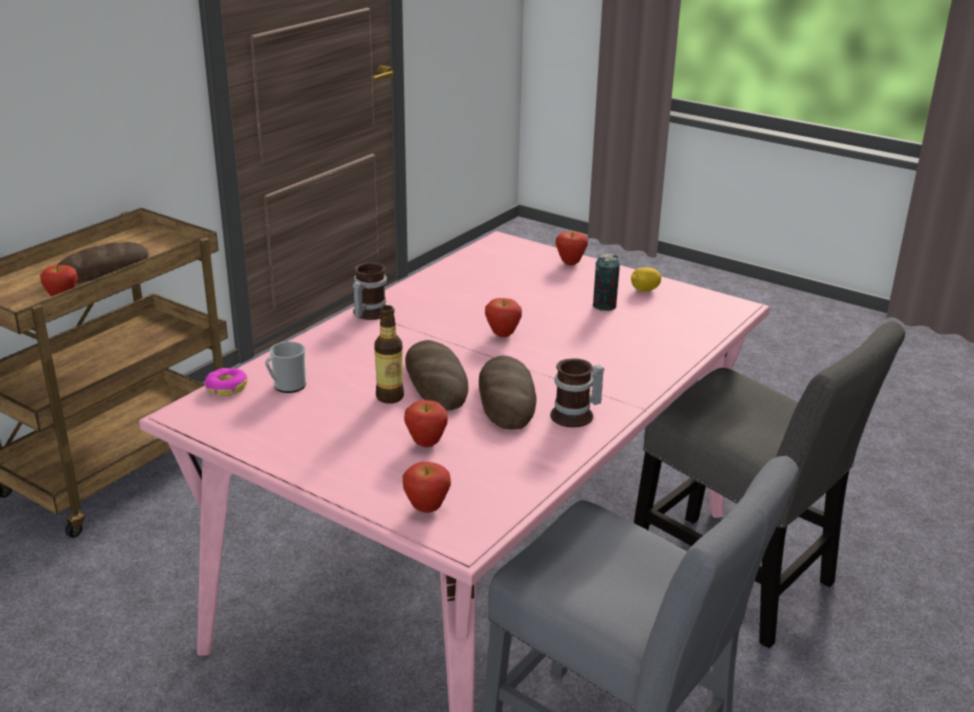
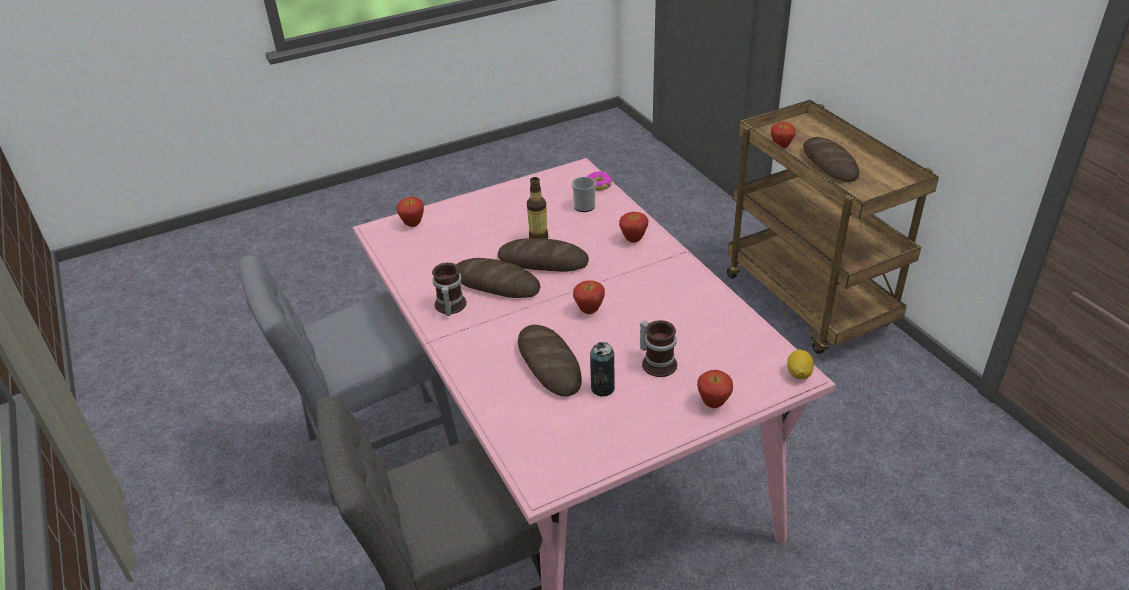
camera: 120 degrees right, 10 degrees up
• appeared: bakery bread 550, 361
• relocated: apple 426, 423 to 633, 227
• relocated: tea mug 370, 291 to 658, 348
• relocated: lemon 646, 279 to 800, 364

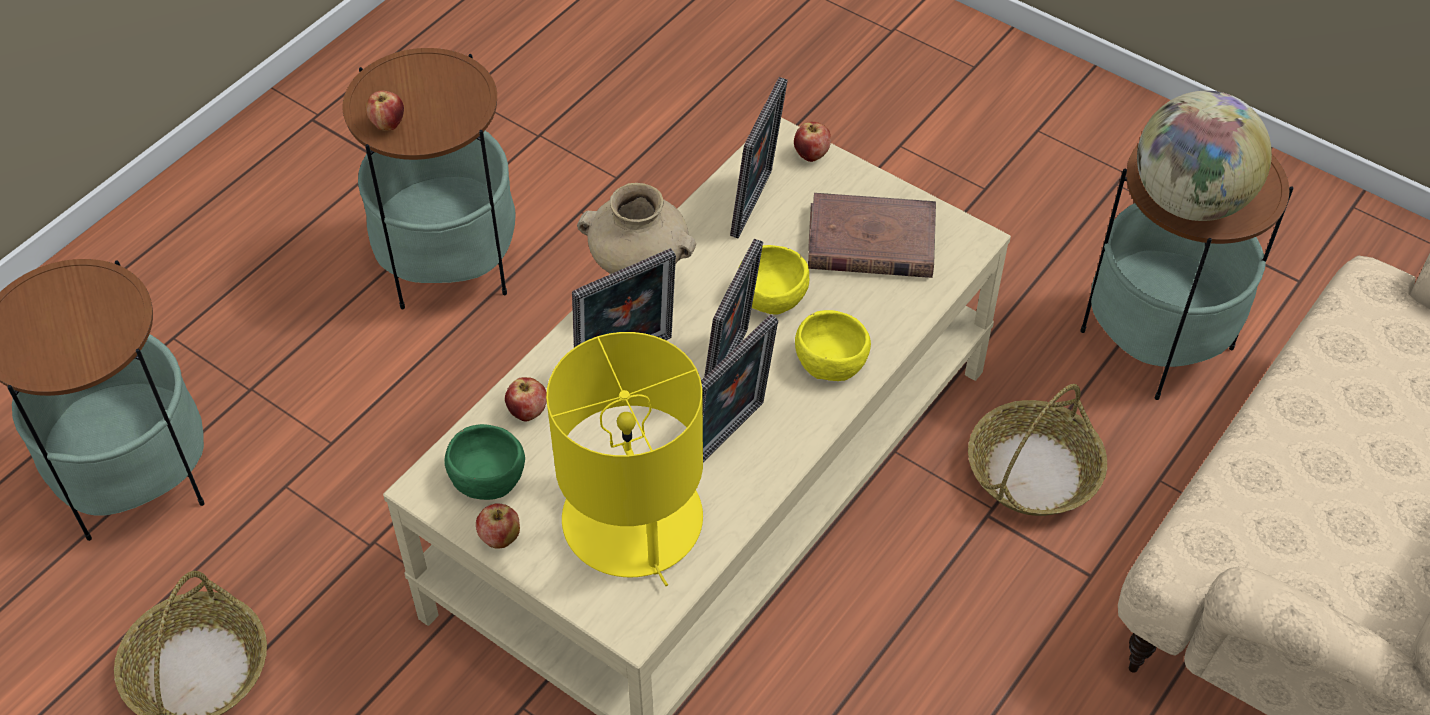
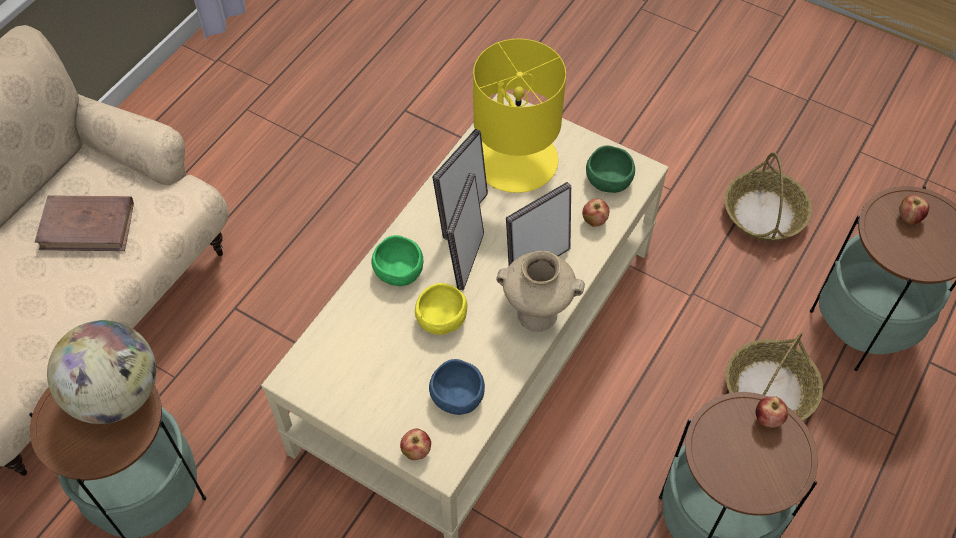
camera: 175 degrees right, 5 degrees up
• relocated: volume (brownish) 872, 235 to 84, 223
• colour: bowl (yellow-coloured) 833, 345 to bowl (green) 397, 260
• exchanged: photo frame 759, 157 to bowl (blue) 457, 387
• relocated: household basket 1037, 450 to 774, 376
• relocated: apple 498, 526 to 914, 209

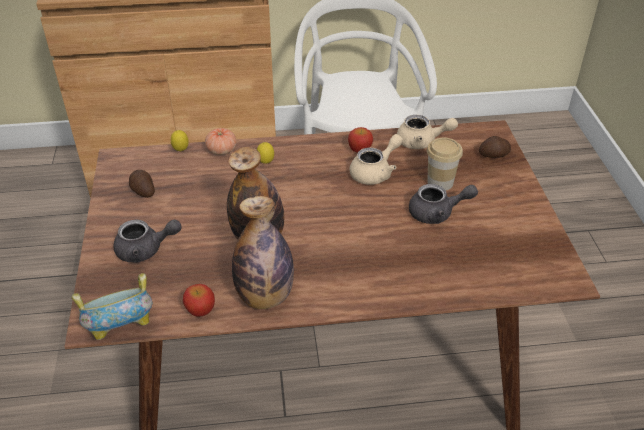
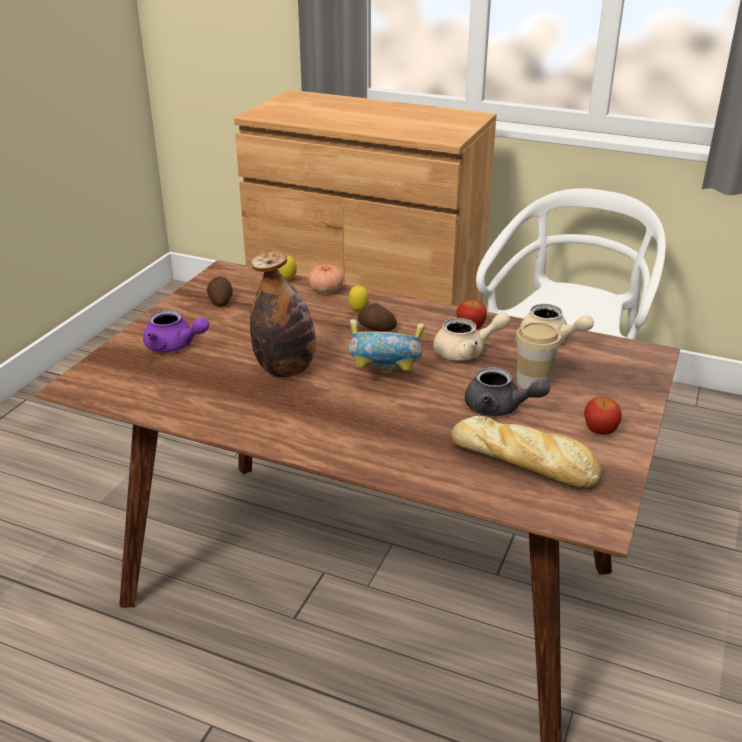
camera: 30 degrees right, 10 degrees down
• colour: tea pot (grey) 147, 241 to tea pot (purple) 176, 331
• relocated: bowl 112, 306 to 386, 346
• relocated: potato 495, 147 to 377, 318
• appeared: bakery bread 526, 452
• relocated: apple 199, 300 to 603, 416
• missing: beverage bottle 263, 252

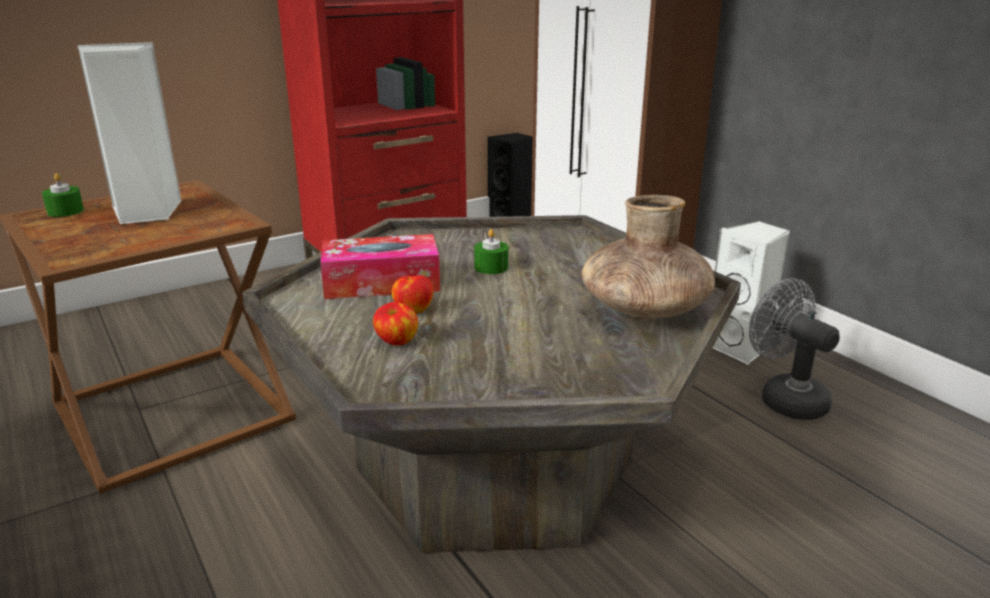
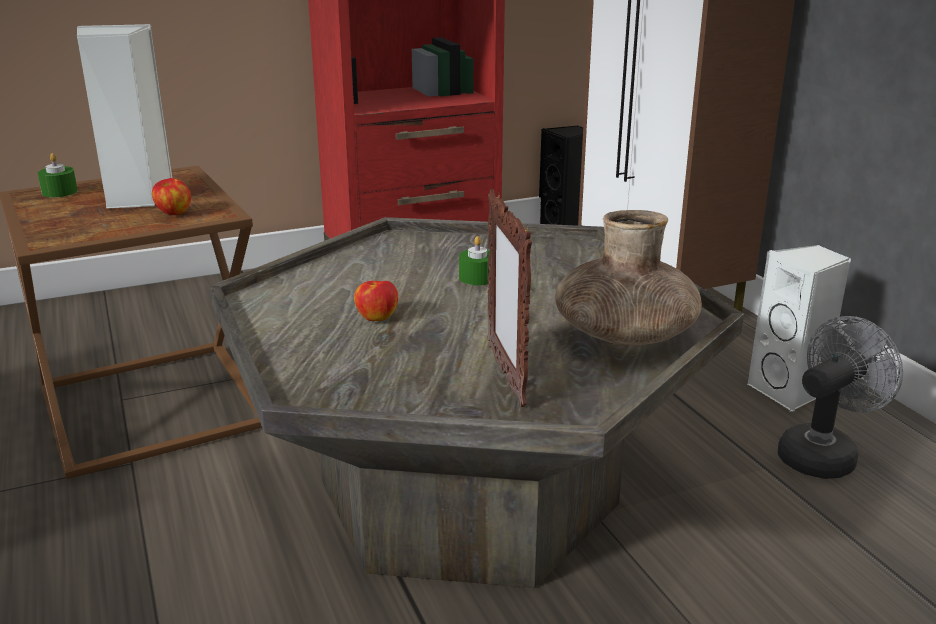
camera: 10 degrees right, 0 degrees up
• relocated: apple 395, 324 to 171, 196
• appeared: photo frame 510, 298
• spun: electric fan (grey) 794, 349 = 840, 397 75 degrees clockwise
• missing: tissue box 380, 266

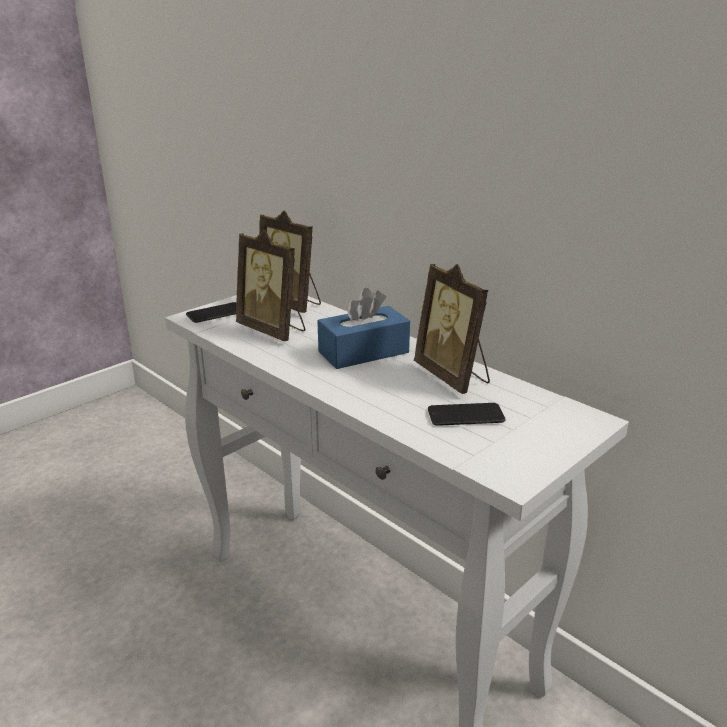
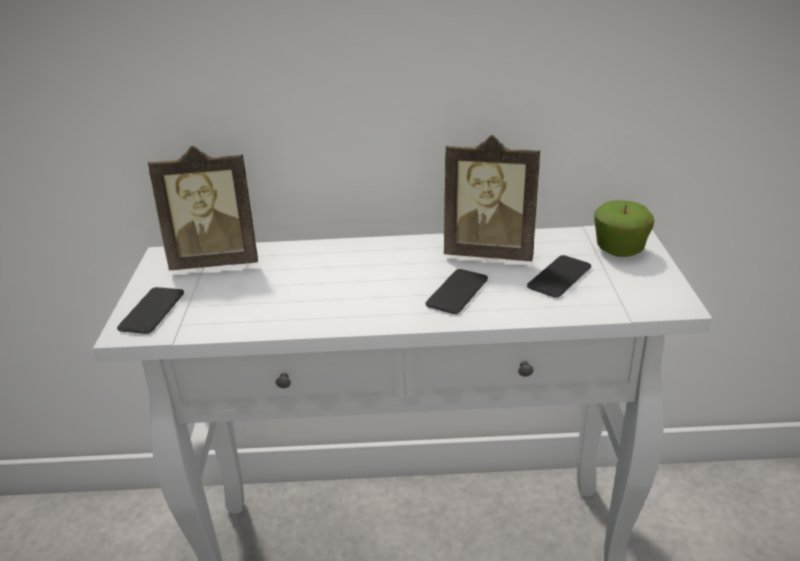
camera: 45 degrees left, 5 degrees up
• appeared: handset 456, 291
• appeared: apple 624, 228
• missing: photo frame 270, 285
• missing: tissue box (blue) 363, 328

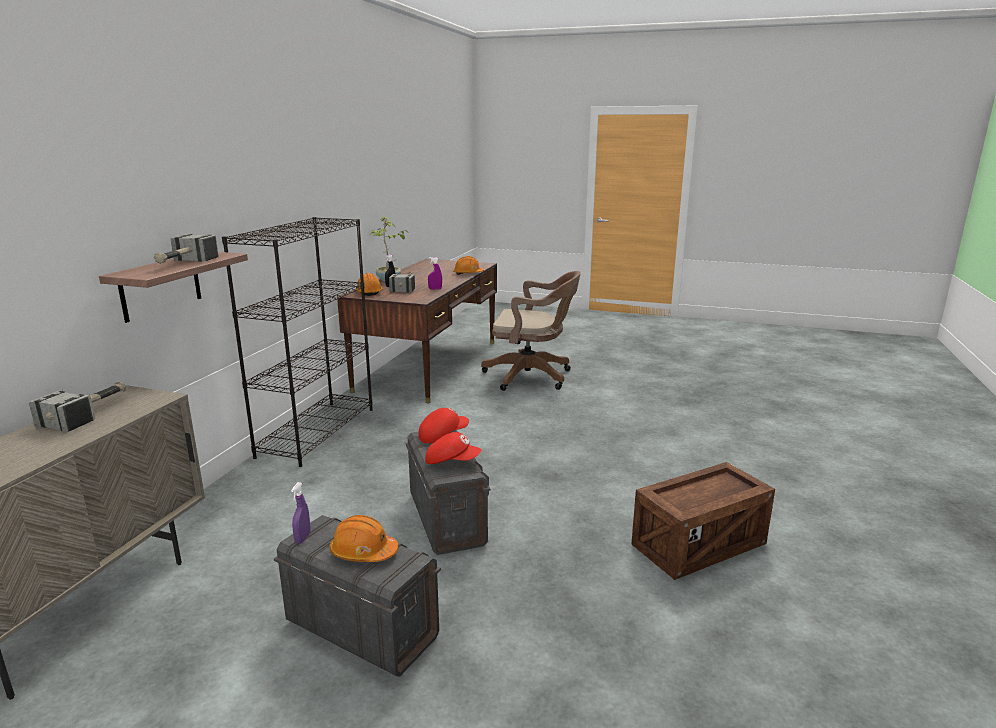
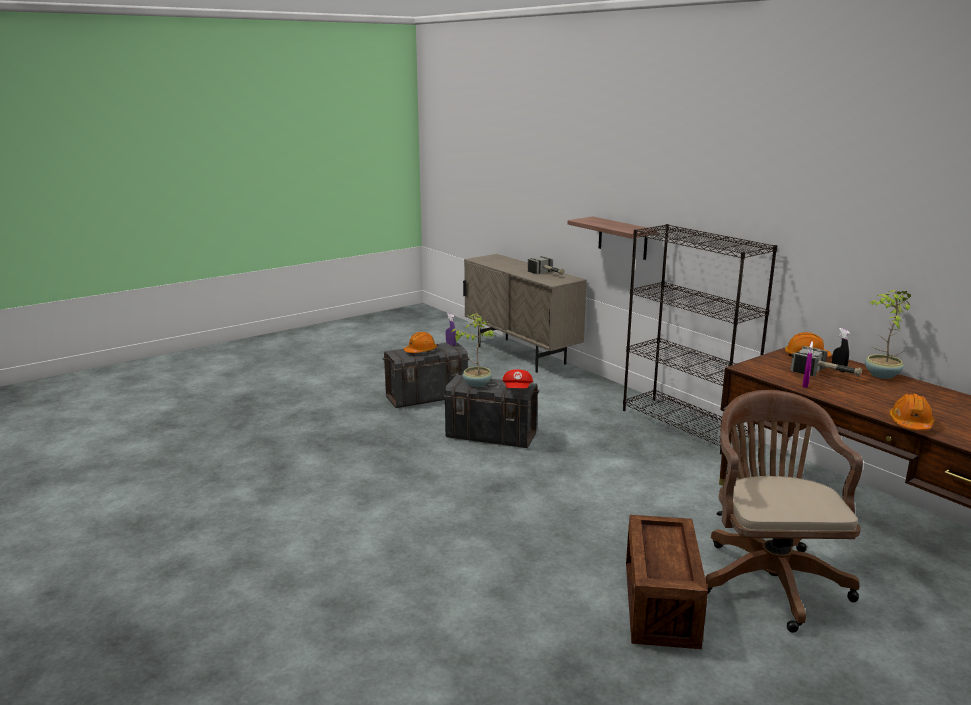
camera: 125 degrees right, 0 degrees up
• exchanged: cap (red) 453, 448 to potted plant 473, 350
• relocated: packing crate 703, 521 to 667, 582
• spun: computer chair (brownish) 531, 331 = 784, 511 135 degrees clockwise
• missing: hand hammer 186, 249

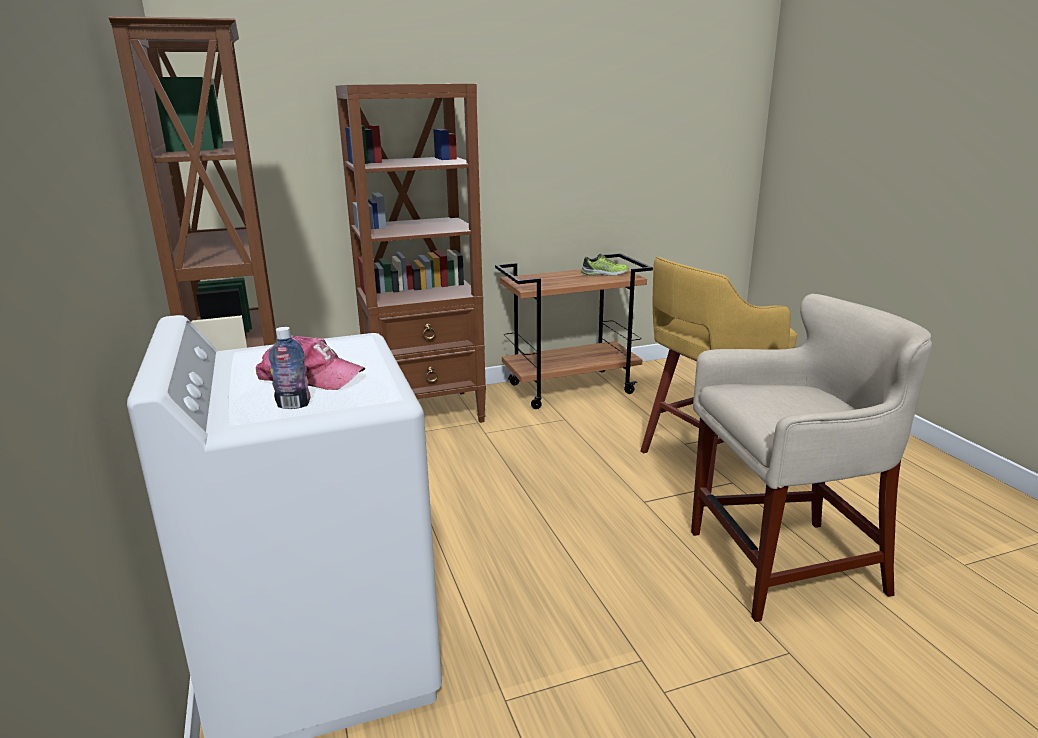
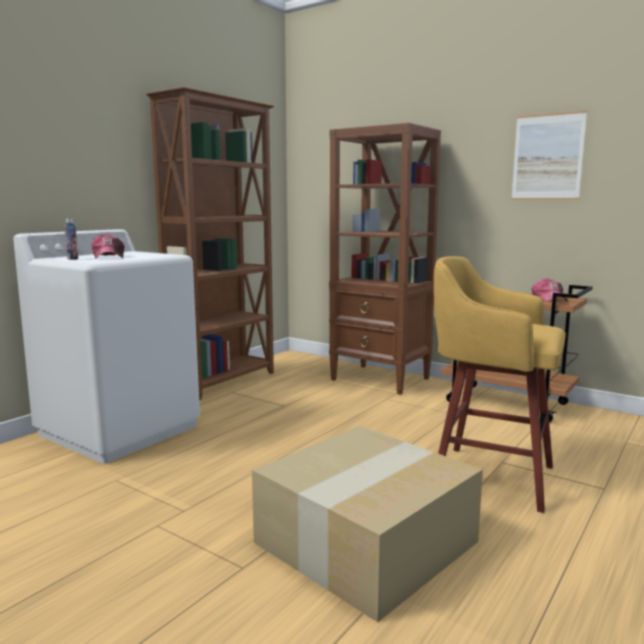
camera: 55 degrees right, 10 degrees down
• exchanged: stool seat (sand-coloured) 811, 458 to packing box 367, 524
• appeared: wall picture 549, 155
• exchanged: low shoe 604, 265 to cap 549, 290

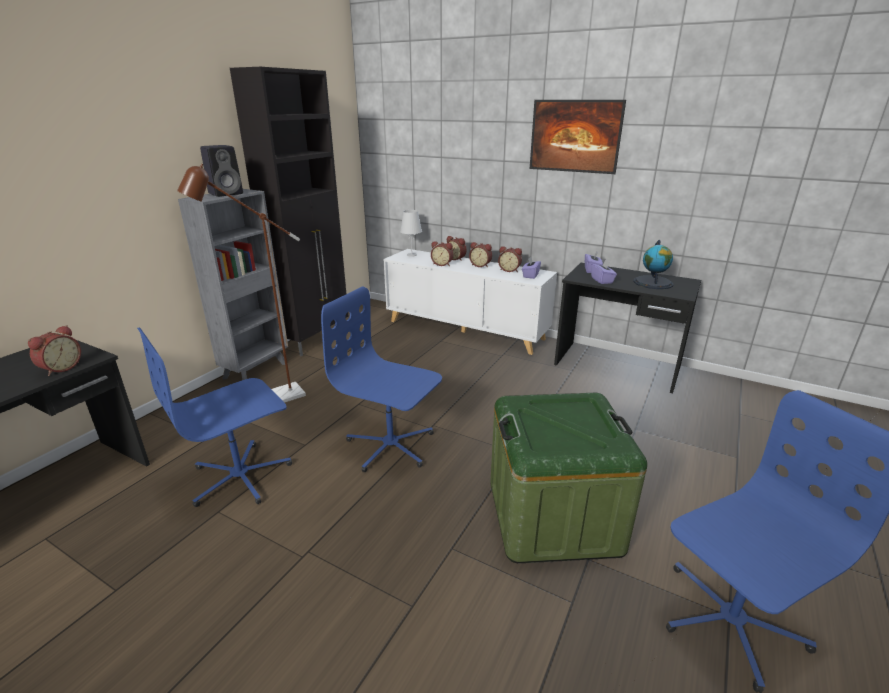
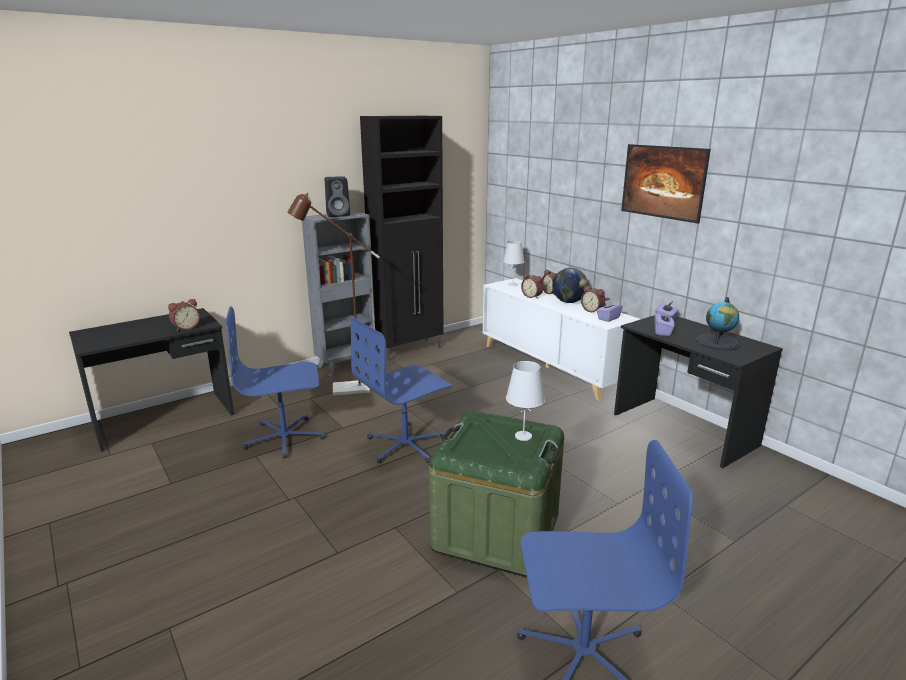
camera: 25 degrees right, 5 degrees down
• spun: computer chair (blue) 381, 379 = 401, 390 90 degrees counterclockwise
• appeared: tabletop lamp (white) 525, 401
• exchanged: alarm clock 480, 255 to globe 570, 285

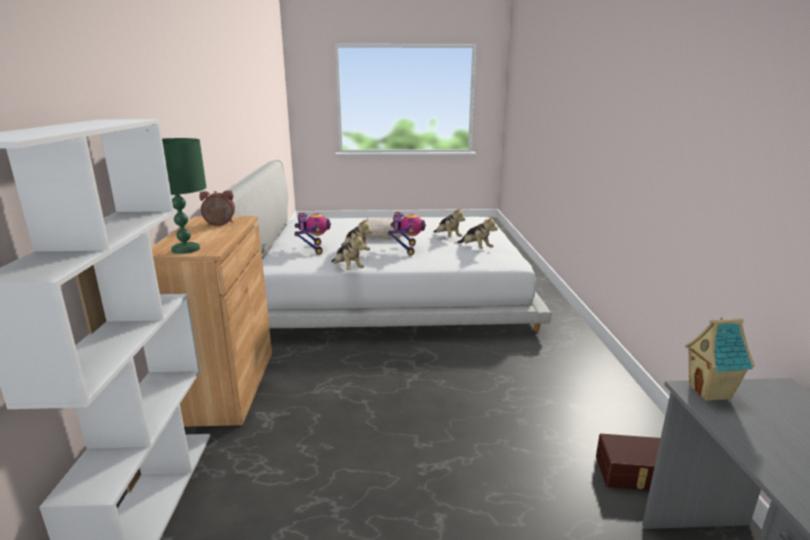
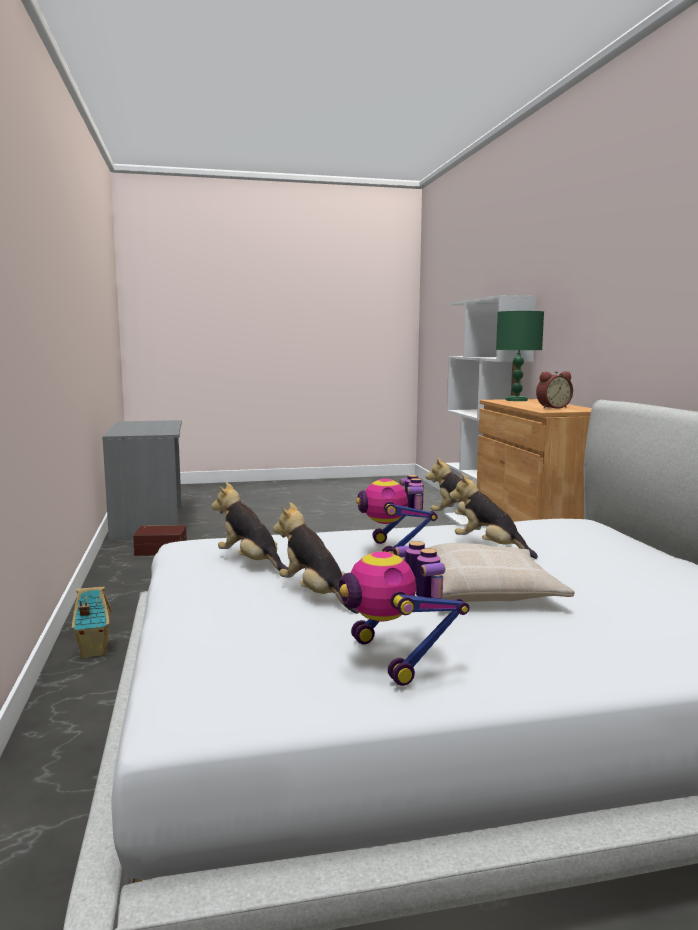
camera: 170 degrees right, 10 degrees down
• relocated: toy house 720, 359 to 92, 622
• relocated: robot figure 313, 233 to 404, 613

